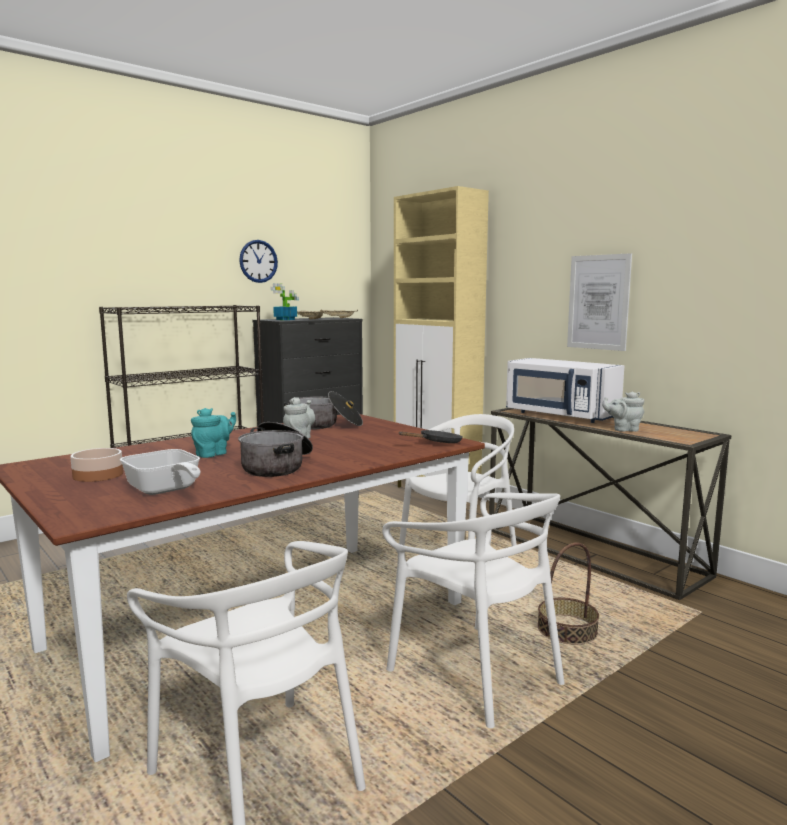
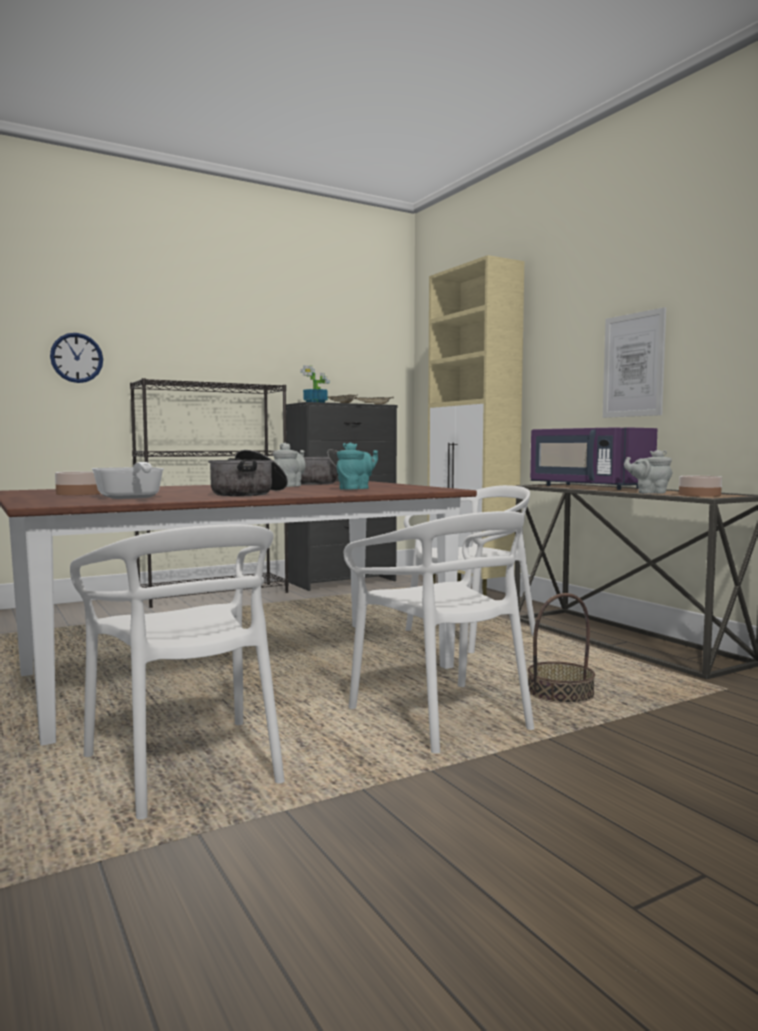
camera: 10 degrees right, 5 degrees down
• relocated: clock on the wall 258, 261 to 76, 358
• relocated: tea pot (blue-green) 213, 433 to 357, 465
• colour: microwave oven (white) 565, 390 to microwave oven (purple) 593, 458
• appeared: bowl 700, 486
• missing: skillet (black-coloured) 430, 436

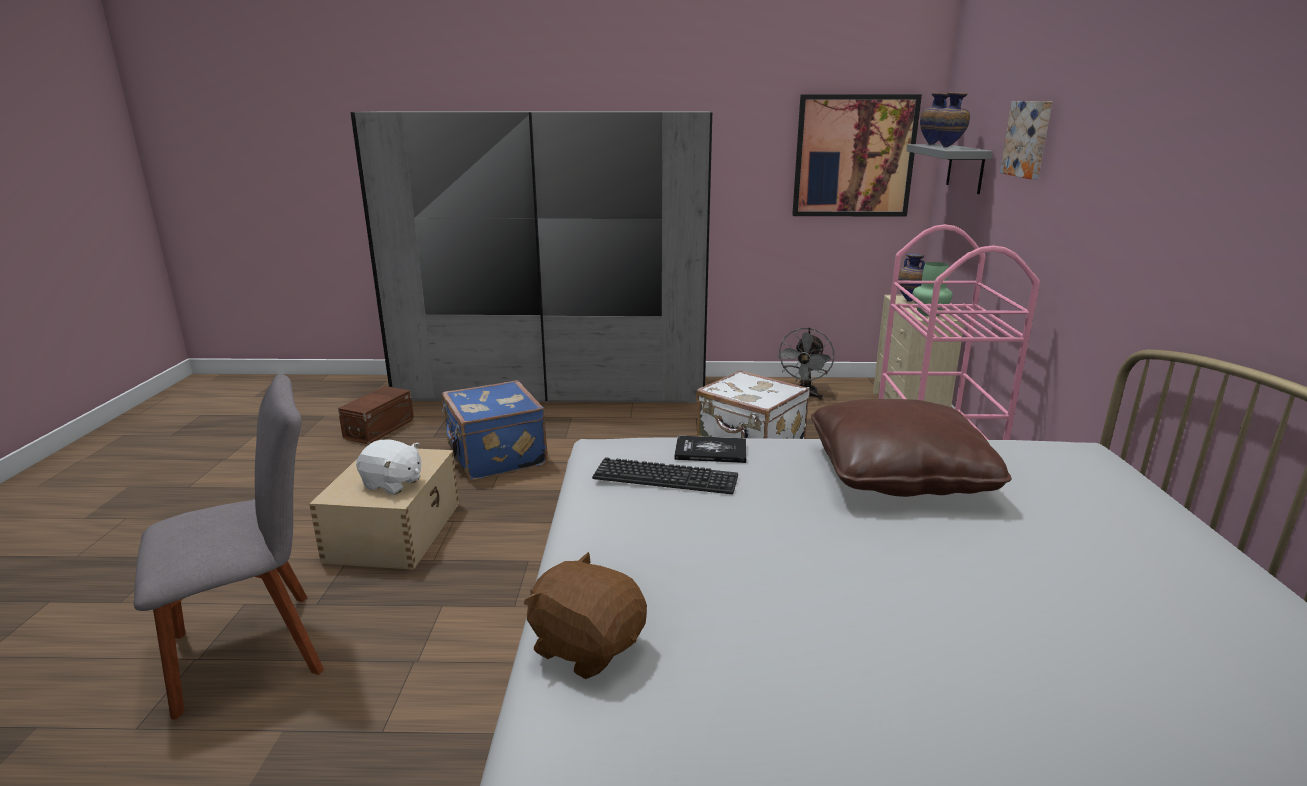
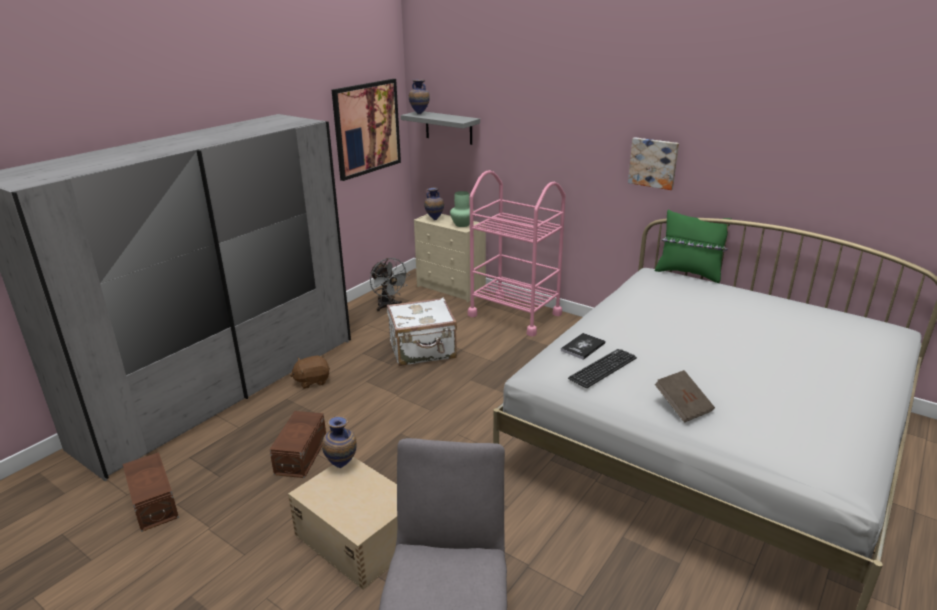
camera: 55 degrees left, 5 degrees up
• exchanged: travel case (blue) 495, 430 to storage box (brownish) 297, 444
• relocated: plush toy (brownish) 585, 615 to 310, 372
• relocated: vase 952, 119 to 339, 442
• relocated: wall picture 1026, 140 to 653, 163
• appeared: cushion (green) 693, 246
• appeared: volume (brownish) 685, 396
• missing: plush toy (white) 388, 467
• missing: cushion (brownish) 911, 448

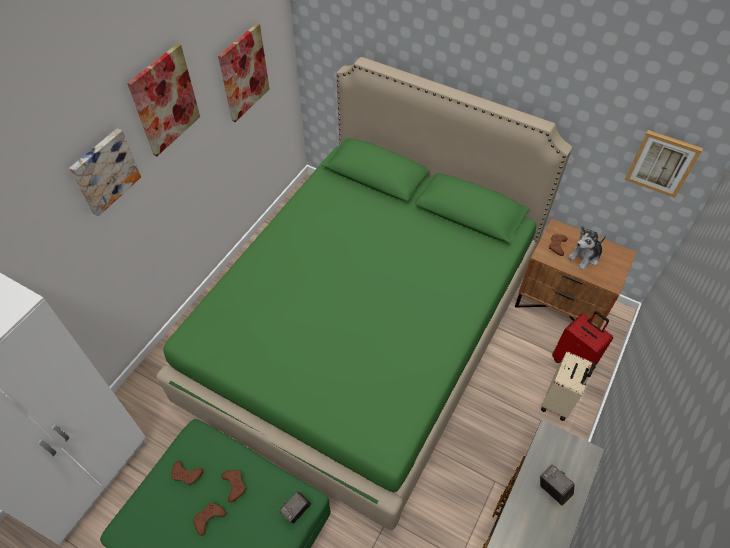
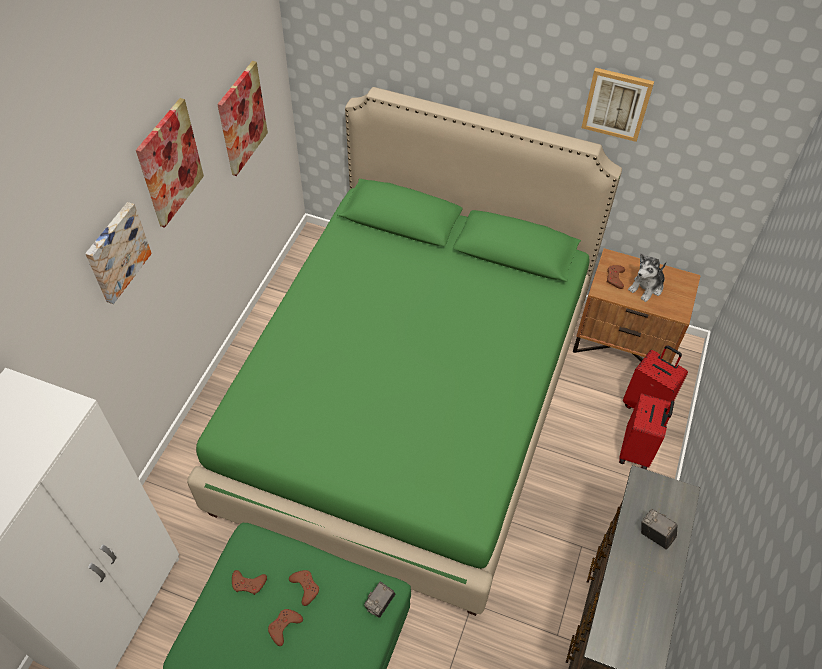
camera: 10 degrees left, 0 degrees up
• relocated: wall picture 664, 164 to 617, 105
• colour: travel case (sand-coloured) 568, 386 to travel case (red) 646, 431

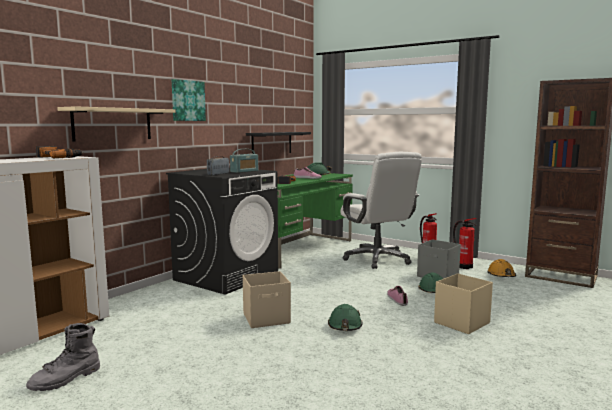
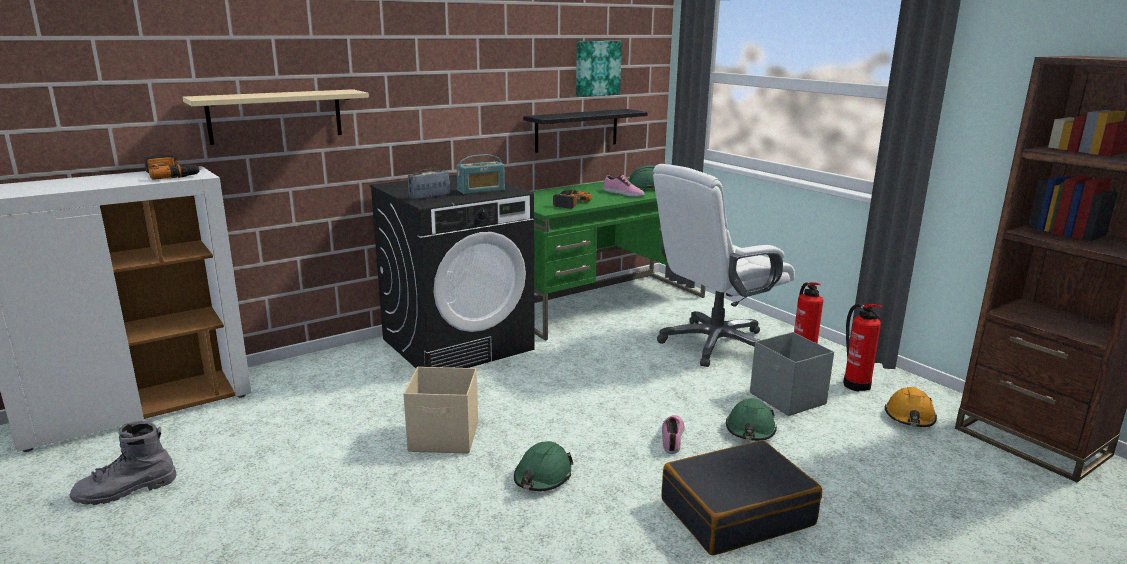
camera: 20 degrees right, 10 degrees up
• relocated: wall picture 189, 100 to 599, 69
• spun: computer chair (white) 381, 210 = 724, 265 60 degrees clockwise
• exchanged: storage box (sand-coloured) 463, 303 to travel case (black-coloured) 741, 497

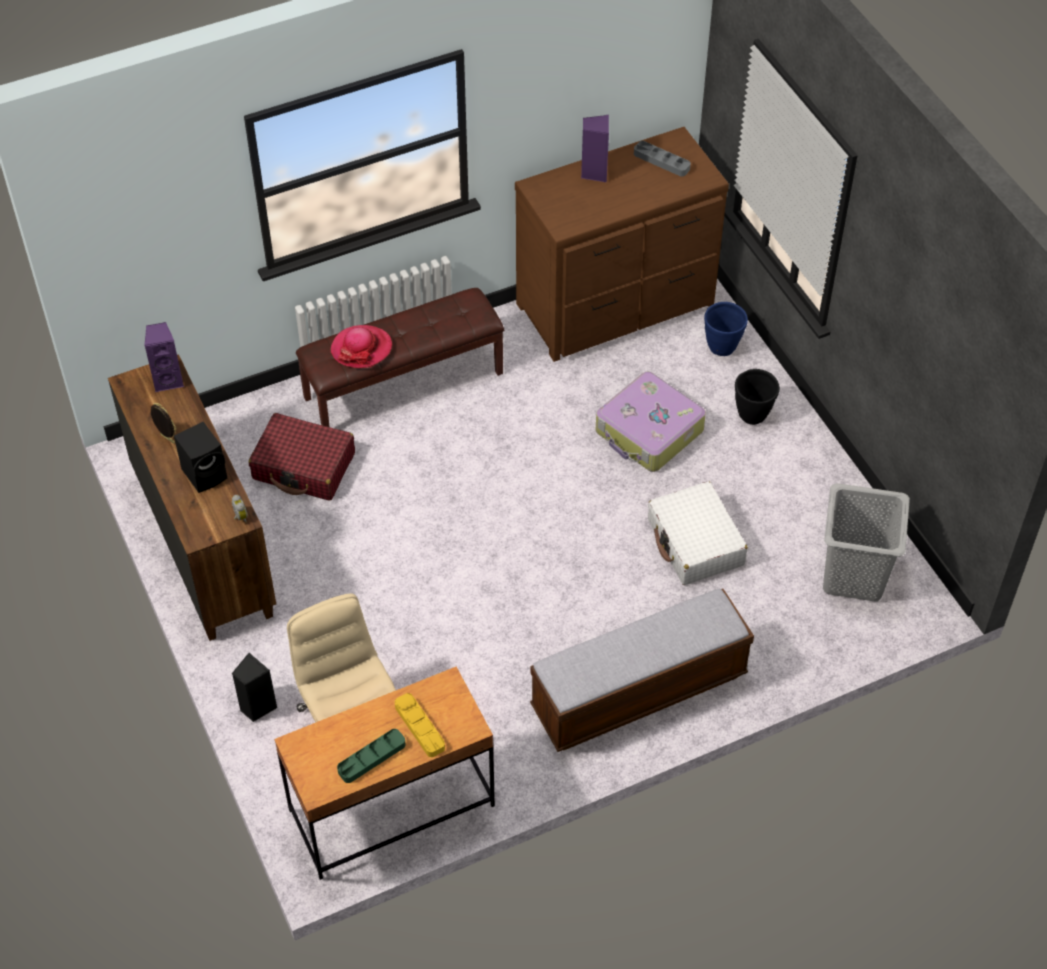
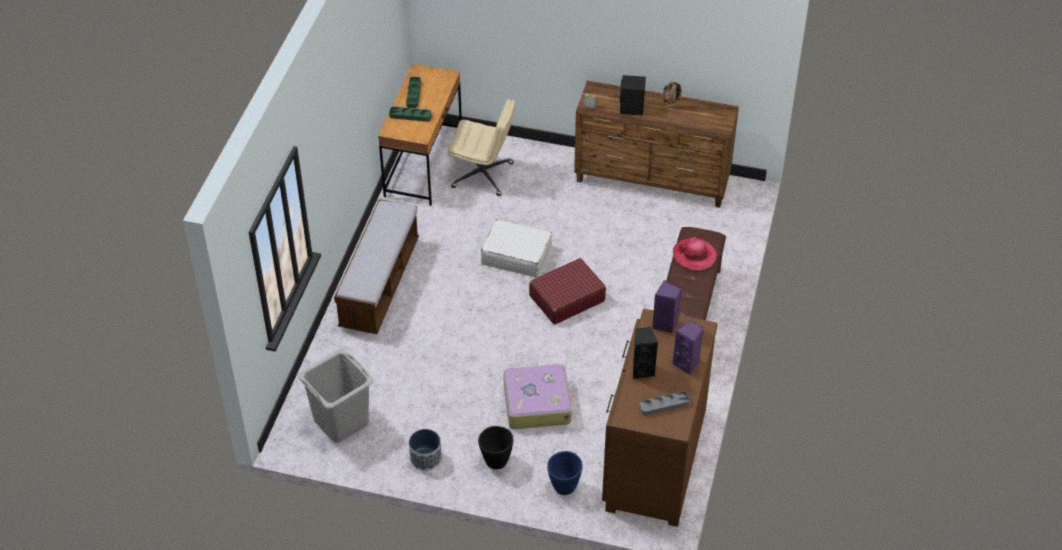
camera: 130 degrees right, 5 degrees down
• colour: serving tray (yellow-coloured) 420, 725 to serving tray (green) 410, 114
• appeared: planter 425, 450
• relocated: travel case (white) 698, 533 to 516, 248
• relocated: travel case (red) 302, 457 to 567, 291
• relocated: loudspeaker (black-coloured) 254, 687 to 645, 353
• relocated: loudspeaker (purple) 164, 357 to 666, 306

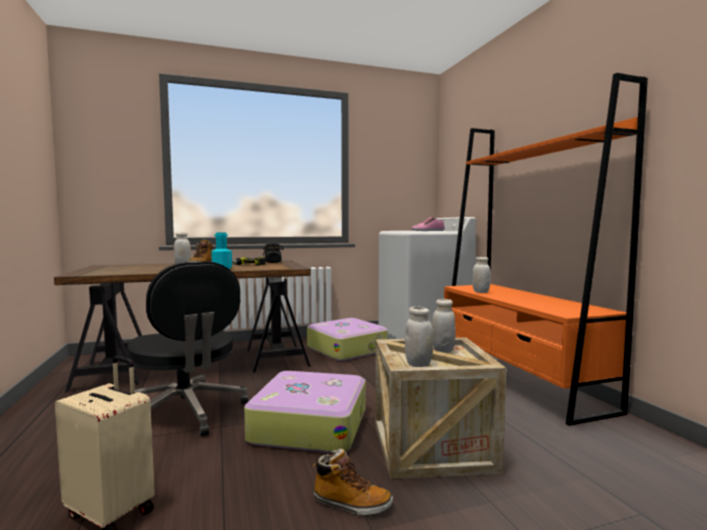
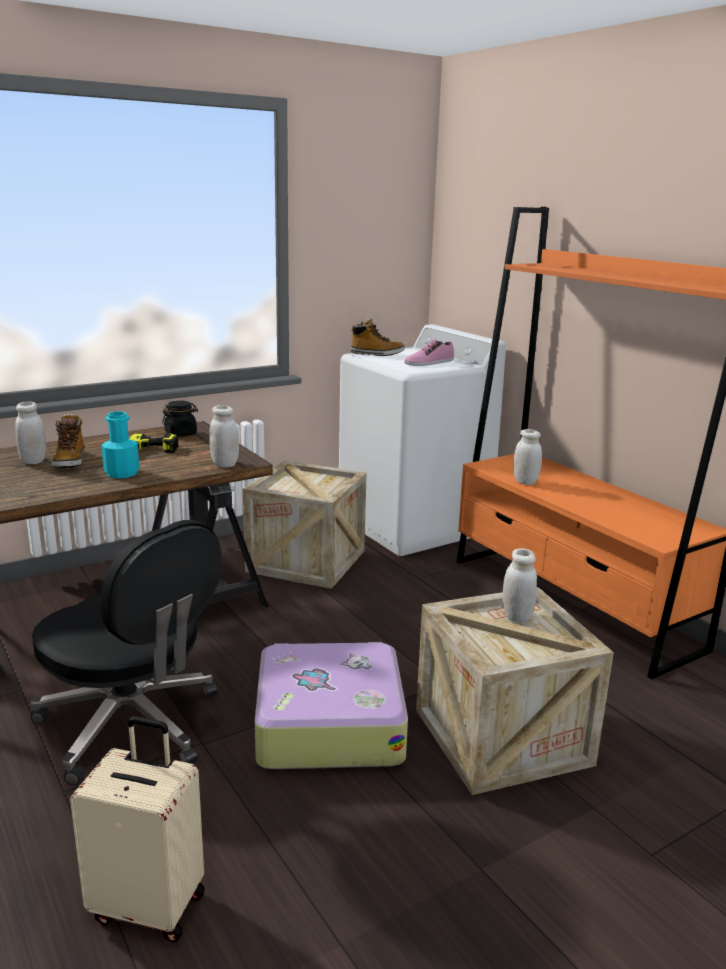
camera: 15 degrees left, 15 degrees up
• relocated: storage jar (white) 419, 336 to 224, 436
• exchanged: travel case 347, 339 to packing crate 305, 525
• relocated: tall boot 353, 482 to 377, 337

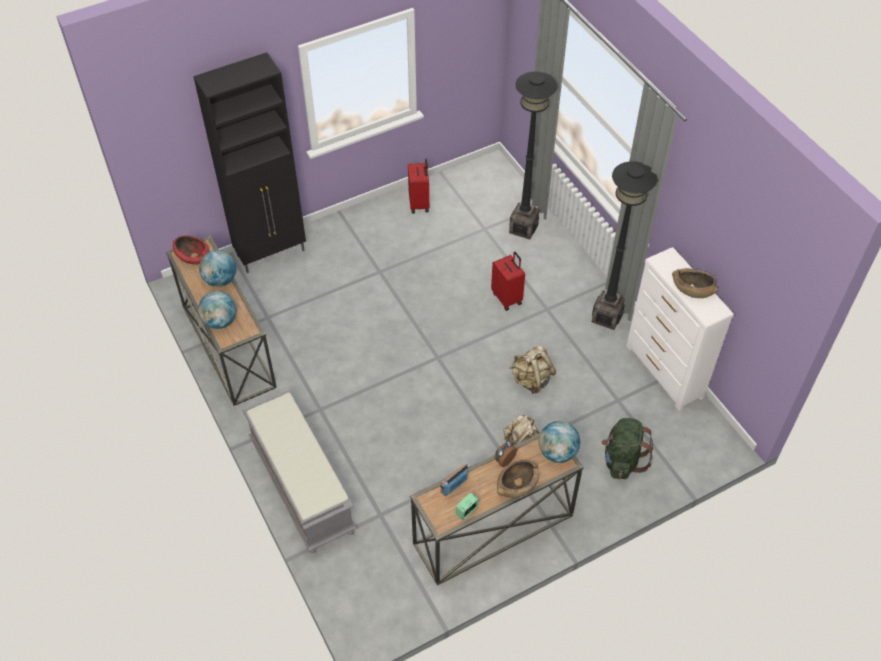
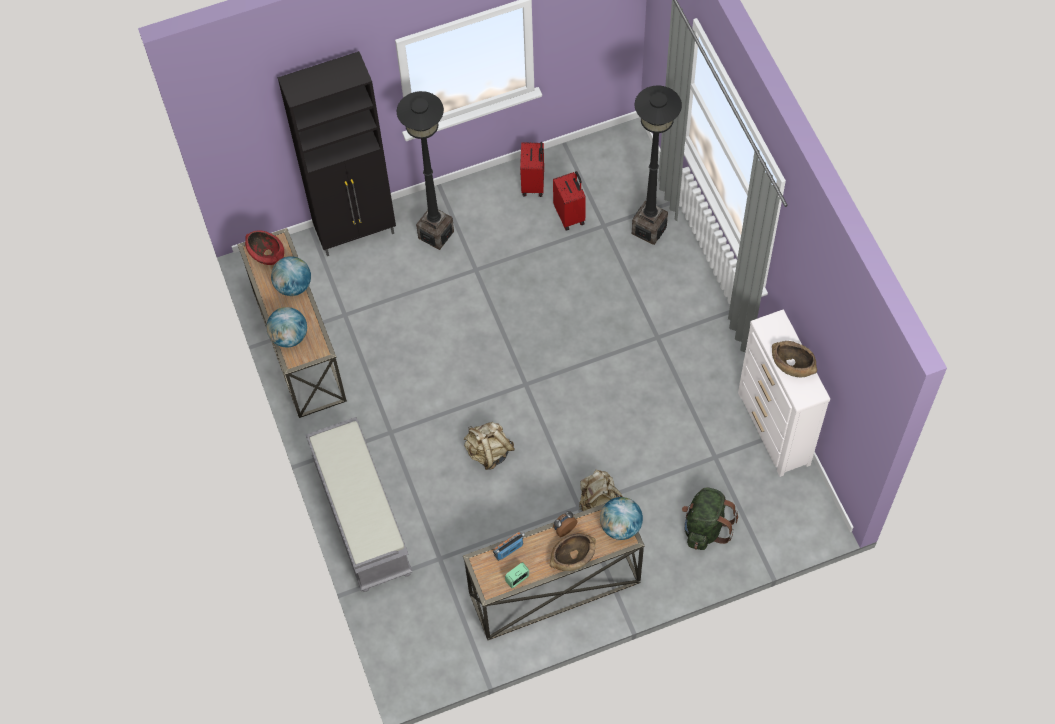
camera: 10 degrees right, 10 degrees up
• relocated: floor lamp (black-coloured) 624, 245 to 425, 170
• relocated: rucksack (sand-coloured) 533, 369 to 489, 446
• relocated: travel case (red) 508, 281 to 569, 200

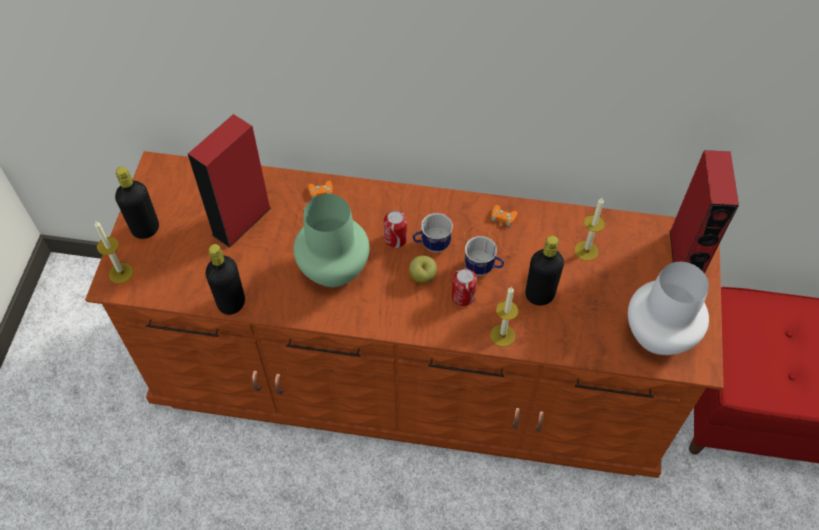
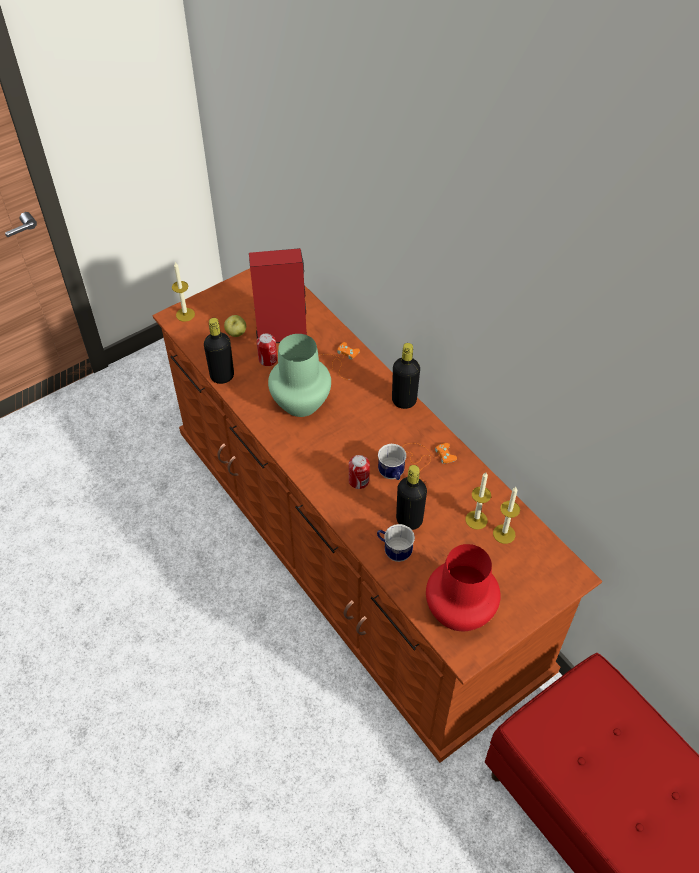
camera: 45 degrees right, 5 degrees down
• relocated: apple 423, 269 to 235, 326
• relocated: sealed can 395, 229 to 267, 349
• relocated: tea mug 433, 232 to 396, 543
• relocated: beverage bottle (black-coloured) 137, 203 to 406, 376
• colour: vase (white) 668, 308 to vase (red) 463, 587
• relocated: wax light 504, 316 to 506, 515
• missing: loudspeaker (red) 704, 211

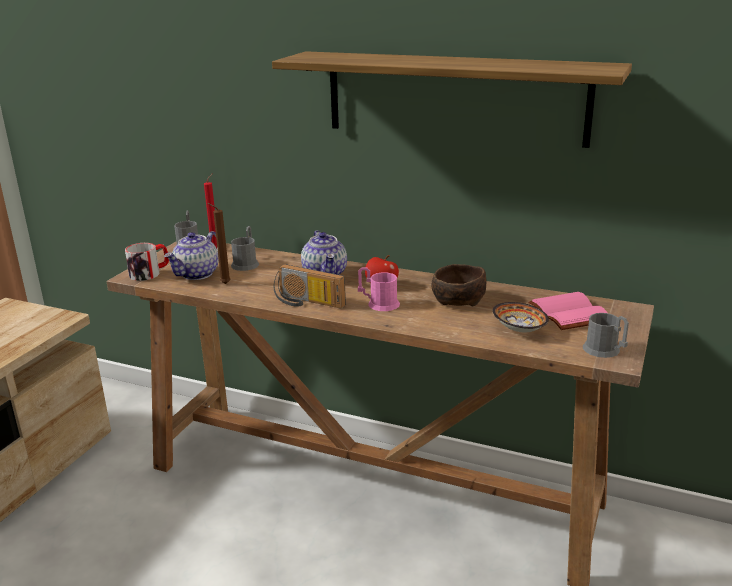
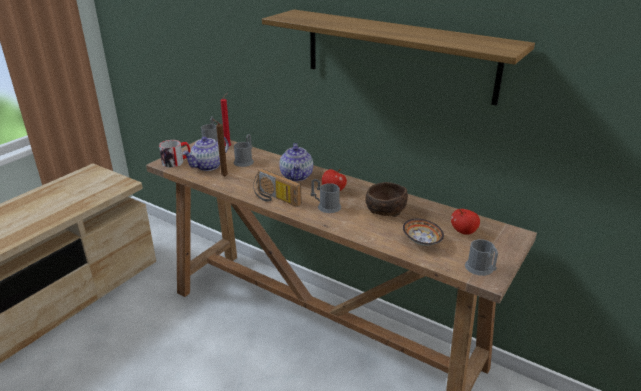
camera: 10 degrees right, 5 degrees up
• colour: tea mug (pinkish) 379, 289 to tea mug (grey) 326, 196
• exchanged: volume (pinkish) 568, 311 to apple 465, 222

